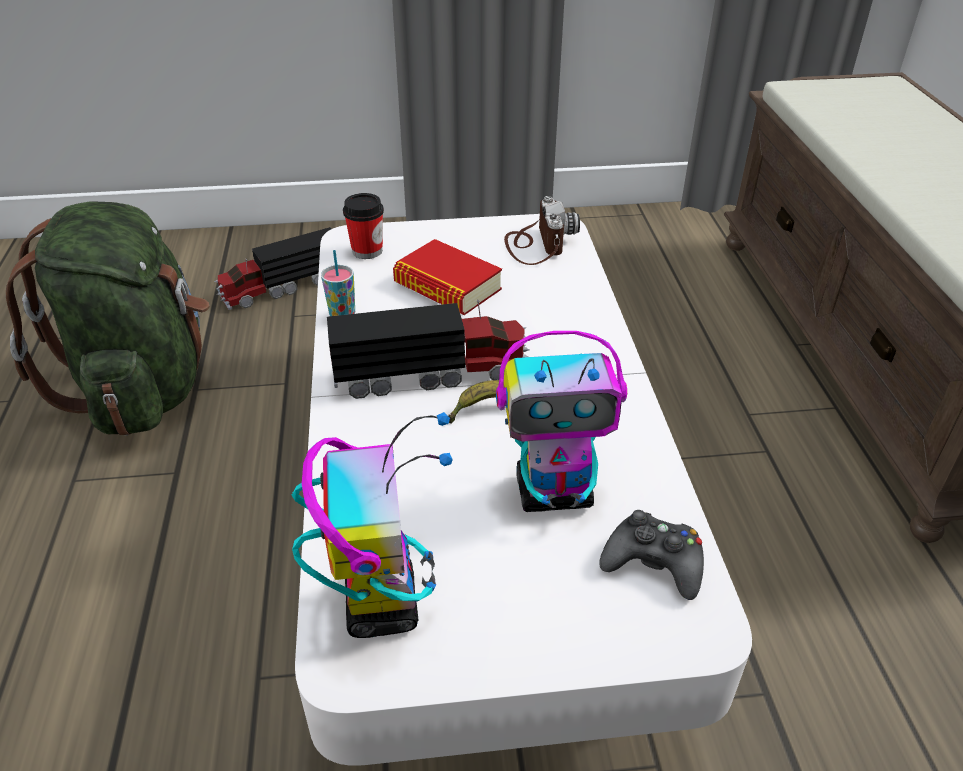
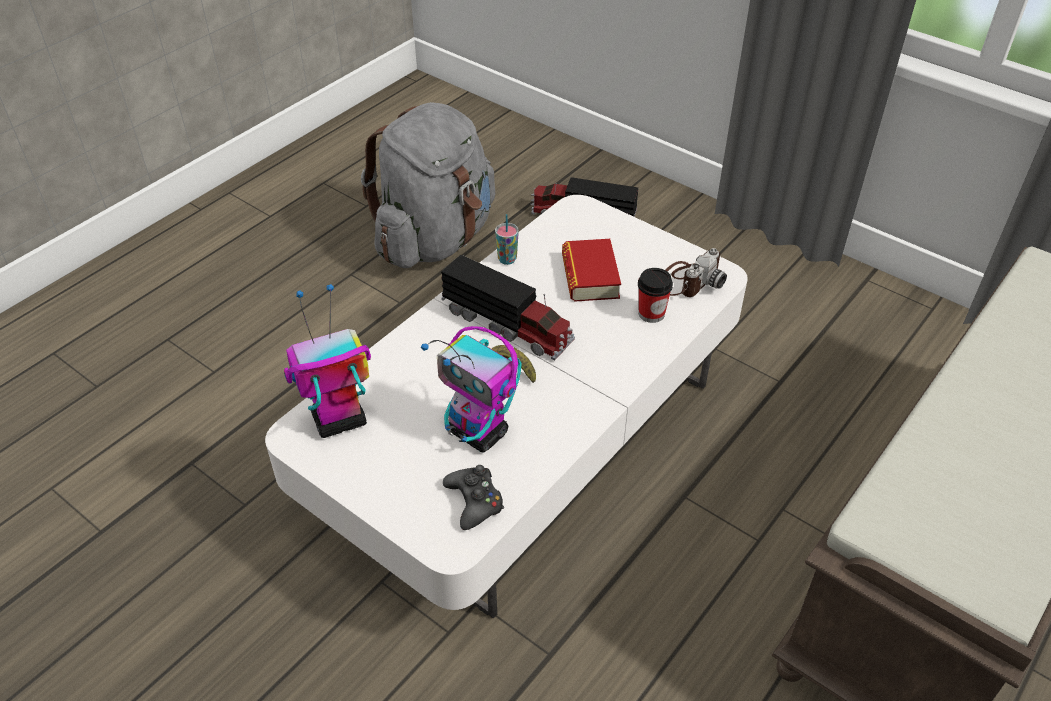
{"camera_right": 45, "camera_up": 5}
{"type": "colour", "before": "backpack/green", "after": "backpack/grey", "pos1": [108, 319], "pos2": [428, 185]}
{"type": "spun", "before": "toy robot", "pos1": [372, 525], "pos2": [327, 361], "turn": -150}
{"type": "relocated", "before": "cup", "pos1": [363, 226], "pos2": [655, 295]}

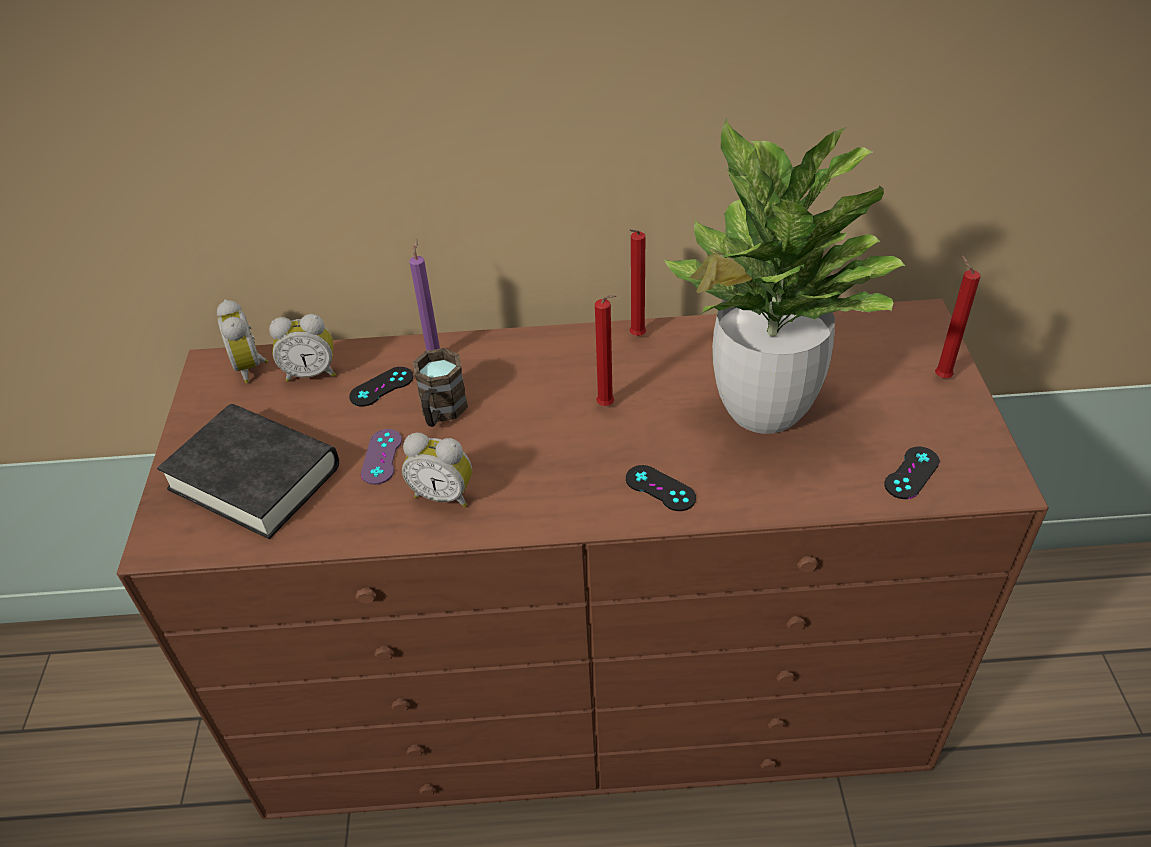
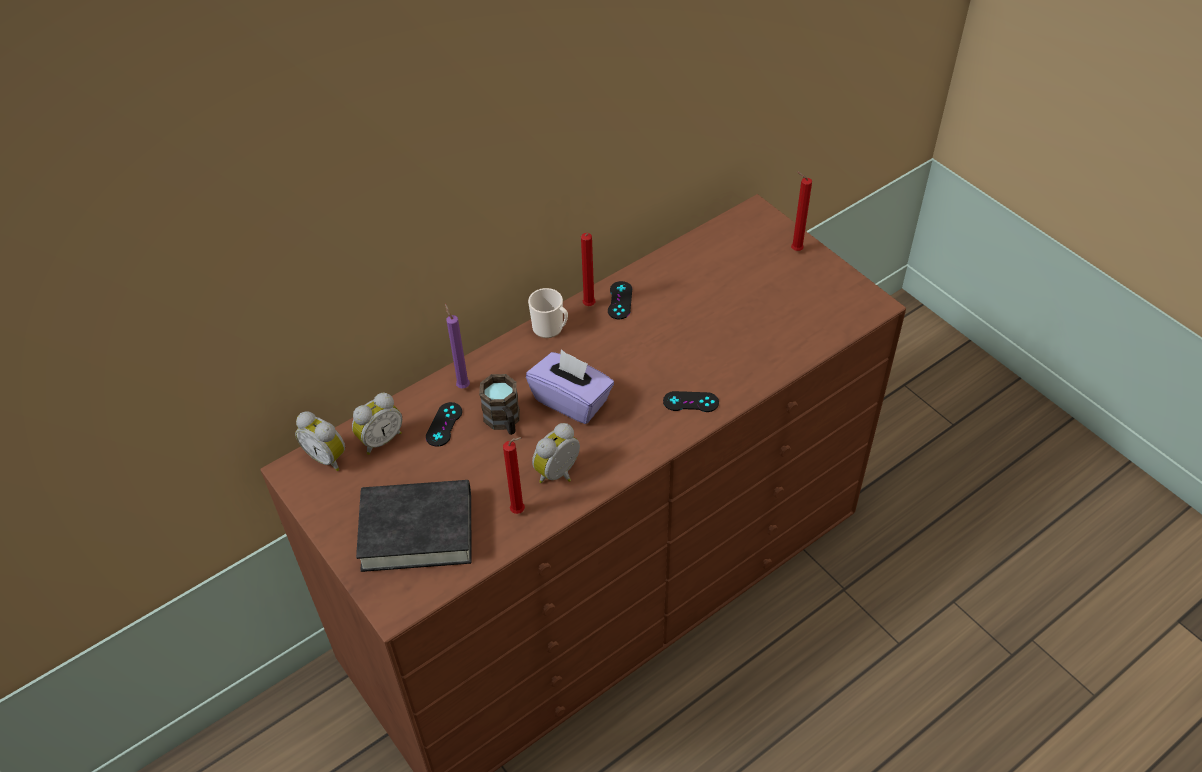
{"camera_right": -35, "camera_up": 5}
{"type": "missing", "before": "game controller/purple", "pos1": [381, 457]}
{"type": "spun", "before": "alarm clock", "pos1": [437, 469], "pos2": [556, 453], "turn": 150}
{"type": "relocated", "before": "candle/red", "pos1": [606, 350], "pos2": [514, 475]}
{"type": "missing", "before": "potted plant", "pos1": [784, 276]}
{"type": "relocated", "before": "game controller/black", "pos1": [912, 473], "pos2": [620, 300]}
{"type": "appeared", "after": "tissue box/purple", "pos2": [570, 386]}
{"type": "appeared", "after": "mug", "pos2": [548, 313]}

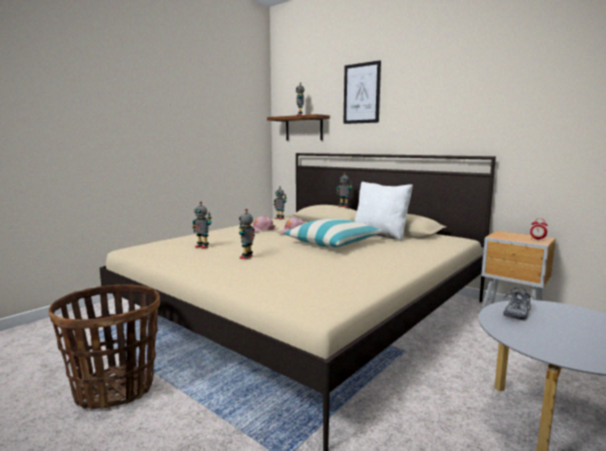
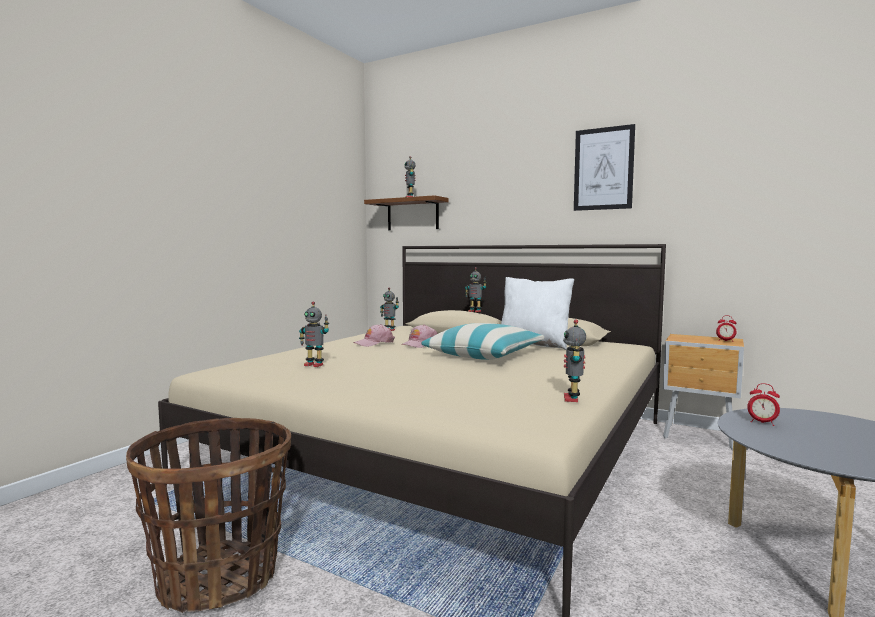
{"camera_right": -10, "camera_up": -5}
{"type": "relocated", "before": "toy robot", "pos1": [247, 234], "pos2": [574, 360]}
{"type": "relocated", "before": "picture", "pos1": [362, 92], "pos2": [604, 167]}
{"type": "exchanged", "before": "shoe", "after": "alarm clock", "pos1": [519, 303], "pos2": [763, 404]}

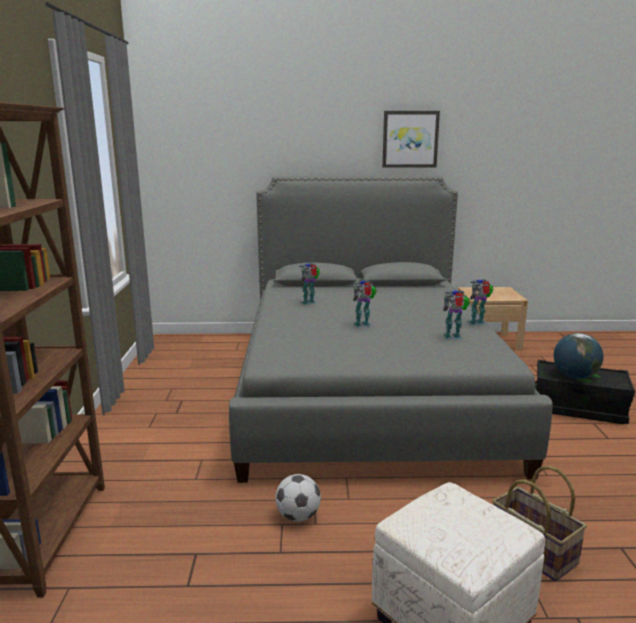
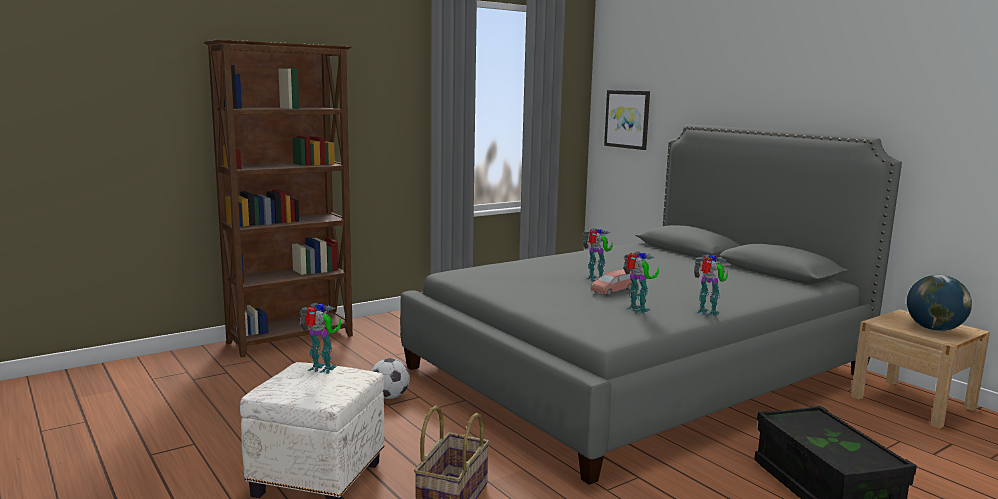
{"camera_right": 55, "camera_up": -5}
{"type": "relocated", "before": "toy robot", "pos1": [309, 284], "pos2": [320, 338]}
{"type": "relocated", "before": "picture", "pos1": [411, 139], "pos2": [627, 120]}
{"type": "relocated", "before": "globe", "pos1": [579, 356], "pos2": [939, 303]}
{"type": "appeared", "after": "toy car/pink", "pos2": [612, 283]}

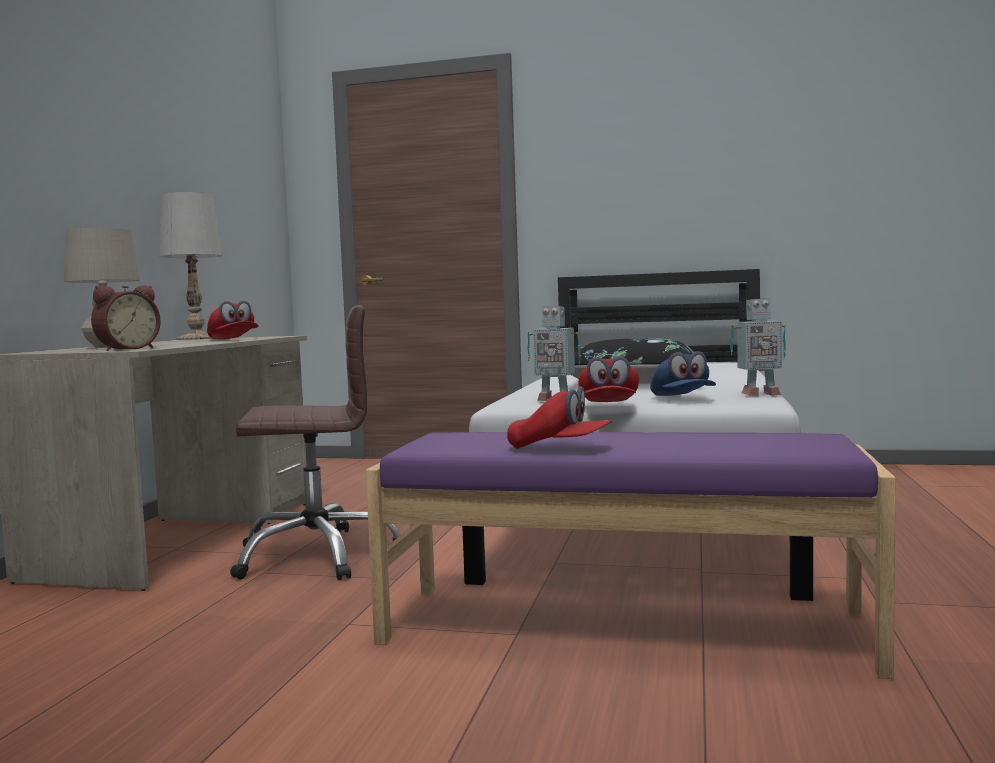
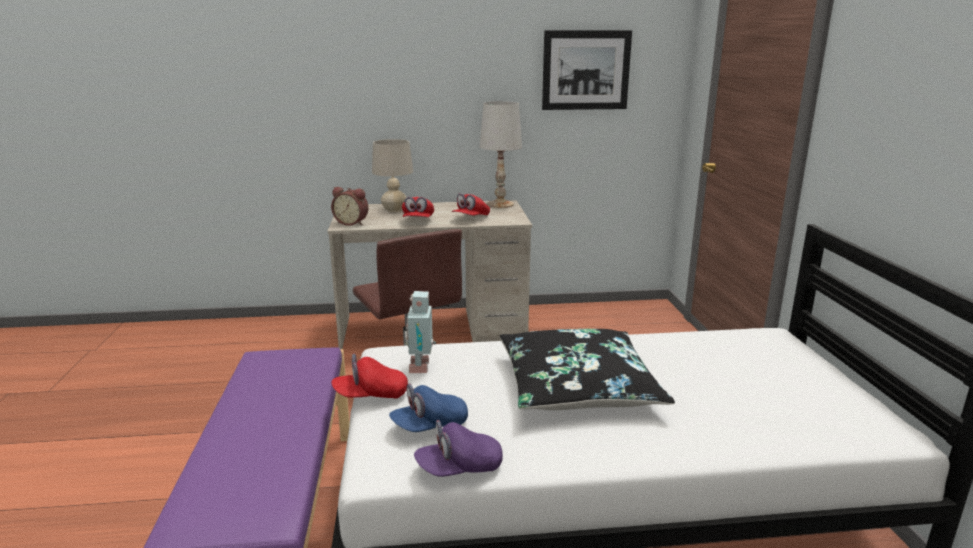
{"camera_right": 70, "camera_up": 15}
{"type": "relocated", "before": "cap/red", "pos1": [559, 417], "pos2": [418, 207]}
{"type": "exchanged", "before": "toy robot", "after": "cap/purple", "pos1": [758, 347], "pos2": [458, 448]}
{"type": "appeared", "after": "picture", "pos2": [587, 70]}

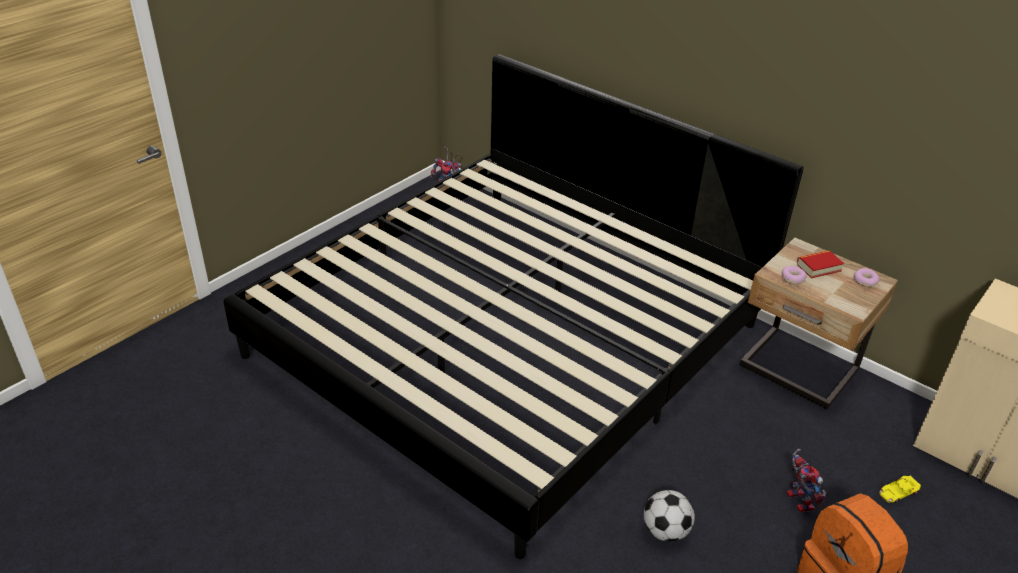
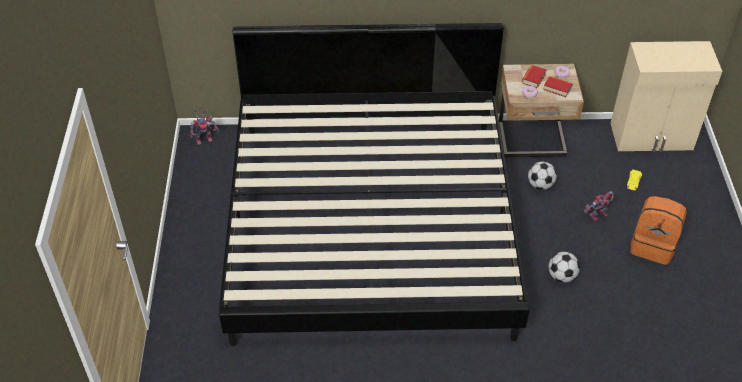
{"camera_right": -40, "camera_up": 10}
{"type": "spun", "before": "toy robot", "pos1": [806, 481], "pos2": [599, 206], "turn": -60}
{"type": "appeared", "after": "football", "pos2": [542, 176]}
{"type": "appeared", "after": "book", "pos2": [558, 86]}

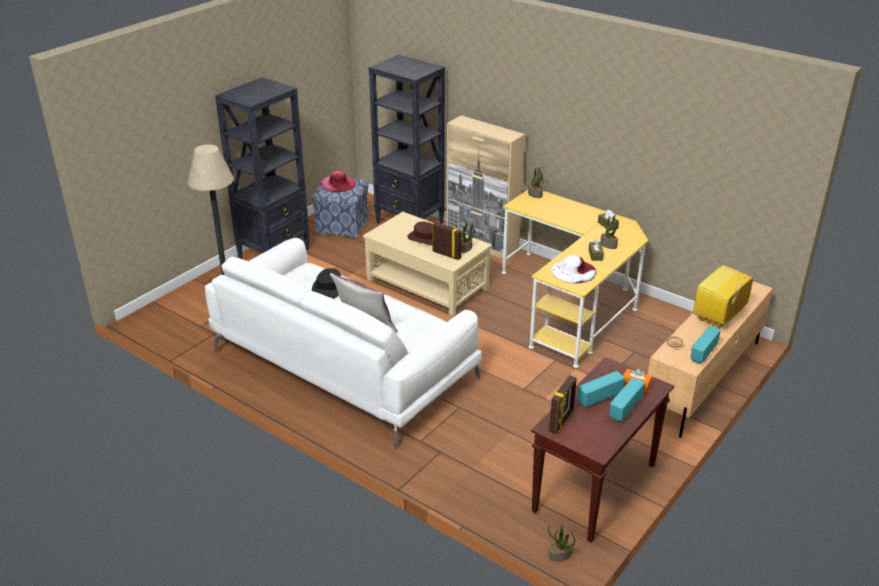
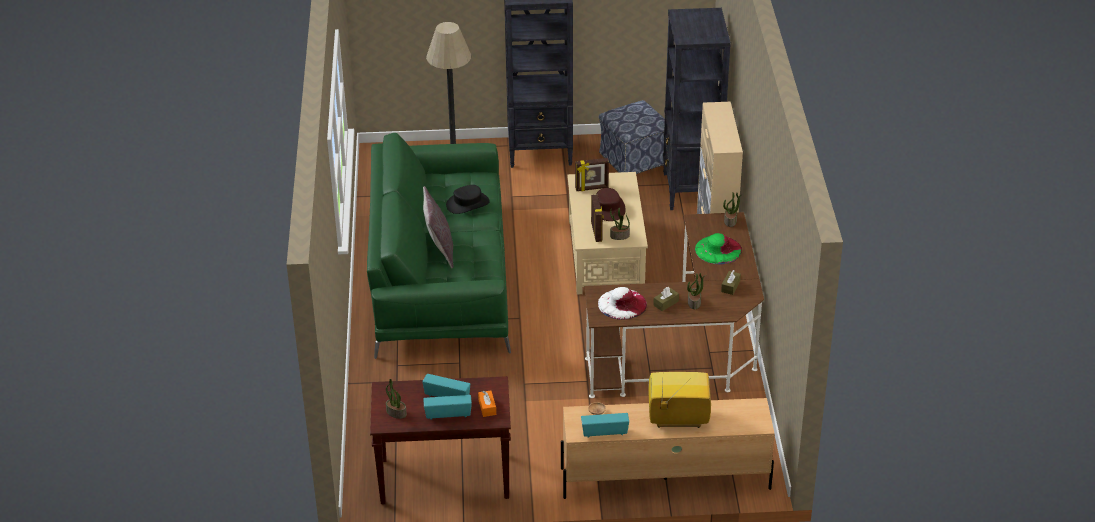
{"camera_right": 50, "camera_up": 5}
{"type": "colour", "before": "sofa/white", "after": "sofa/green", "pos1": [343, 343], "pos2": [439, 246]}
{"type": "missing", "before": "hat/pink", "pos1": [338, 181]}
{"type": "colour", "before": "desk/yellow", "after": "desk/brown", "pos1": [575, 279], "pos2": [674, 305]}
{"type": "relocated", "before": "potted plant", "pos1": [561, 543], "pos2": [396, 399]}
{"type": "relocated", "before": "picture frame", "pos1": [563, 404], "pos2": [592, 174]}
{"type": "appeared", "after": "hat/green", "pos2": [718, 249]}

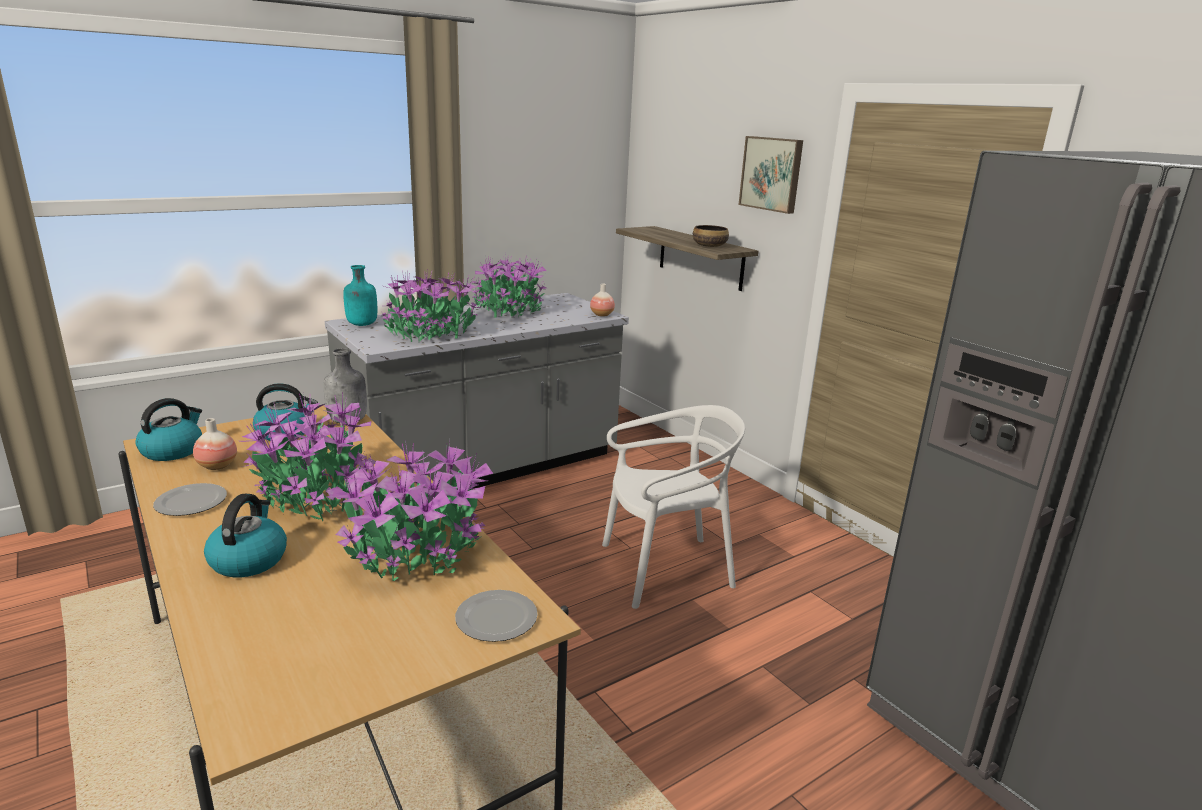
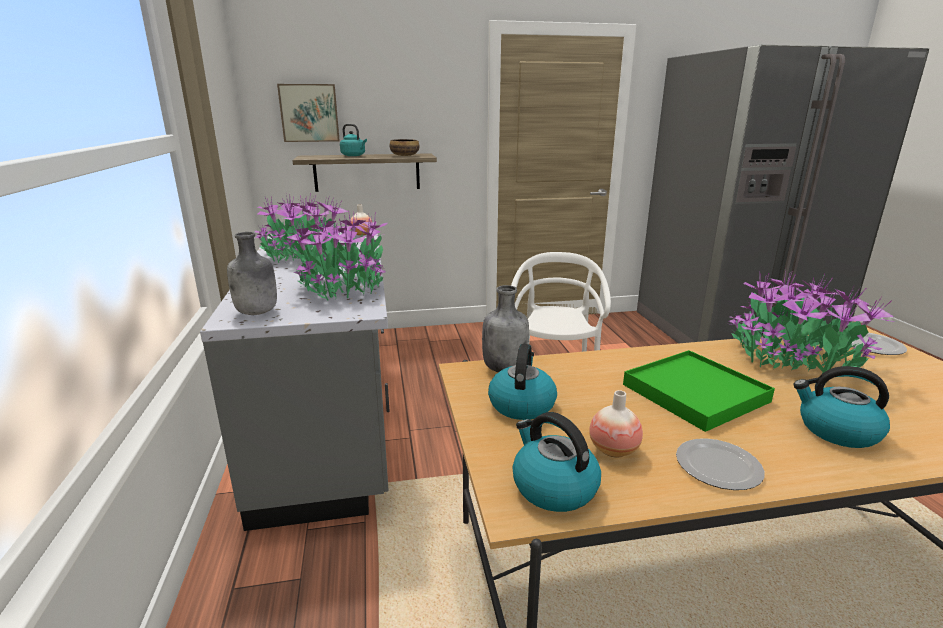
{"camera_right": -65, "camera_up": 0}
{"type": "exchanged", "before": "potted plant", "after": "tray/green", "pos1": [308, 456], "pos2": [699, 391]}
{"type": "colour", "before": "bottle/turquoise", "after": "bottle/grey", "pos1": [360, 295], "pos2": [252, 273]}
{"type": "relocated", "before": "picture", "pos1": [771, 175], "pos2": [308, 113]}
{"type": "appeared", "after": "kettle/turquoise", "pos2": [353, 140]}

